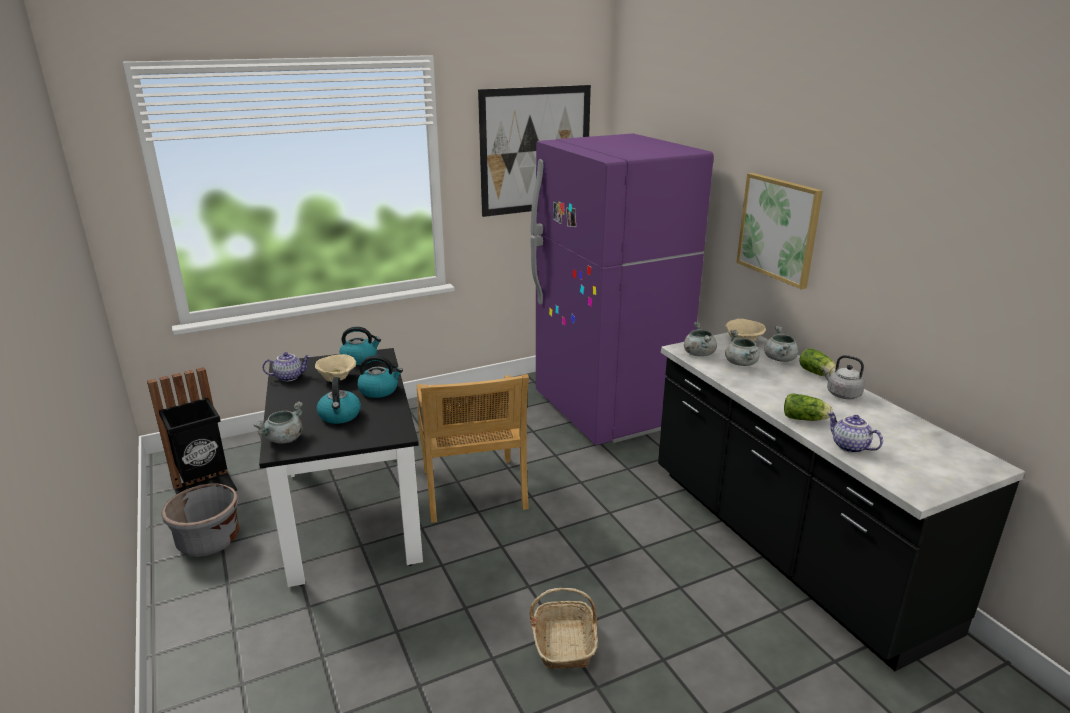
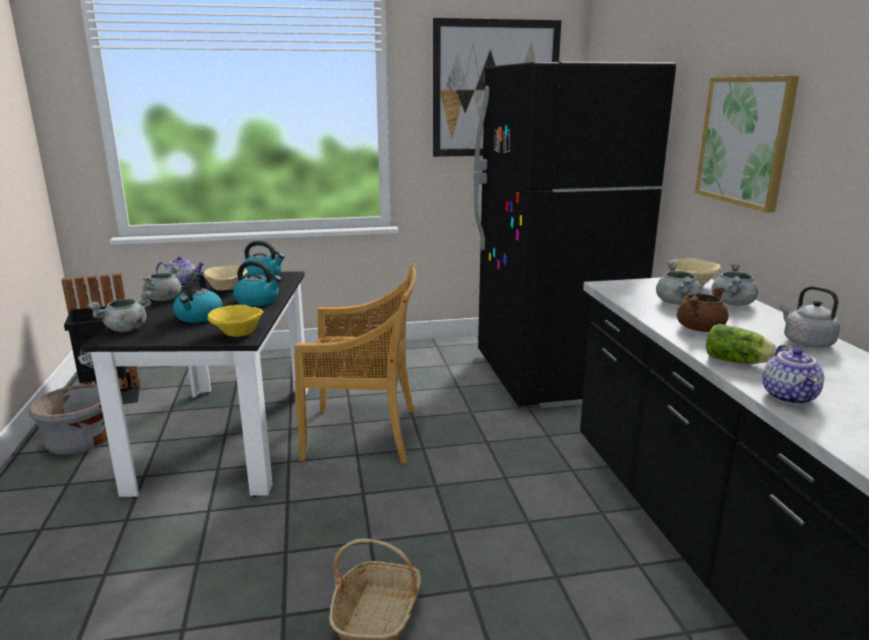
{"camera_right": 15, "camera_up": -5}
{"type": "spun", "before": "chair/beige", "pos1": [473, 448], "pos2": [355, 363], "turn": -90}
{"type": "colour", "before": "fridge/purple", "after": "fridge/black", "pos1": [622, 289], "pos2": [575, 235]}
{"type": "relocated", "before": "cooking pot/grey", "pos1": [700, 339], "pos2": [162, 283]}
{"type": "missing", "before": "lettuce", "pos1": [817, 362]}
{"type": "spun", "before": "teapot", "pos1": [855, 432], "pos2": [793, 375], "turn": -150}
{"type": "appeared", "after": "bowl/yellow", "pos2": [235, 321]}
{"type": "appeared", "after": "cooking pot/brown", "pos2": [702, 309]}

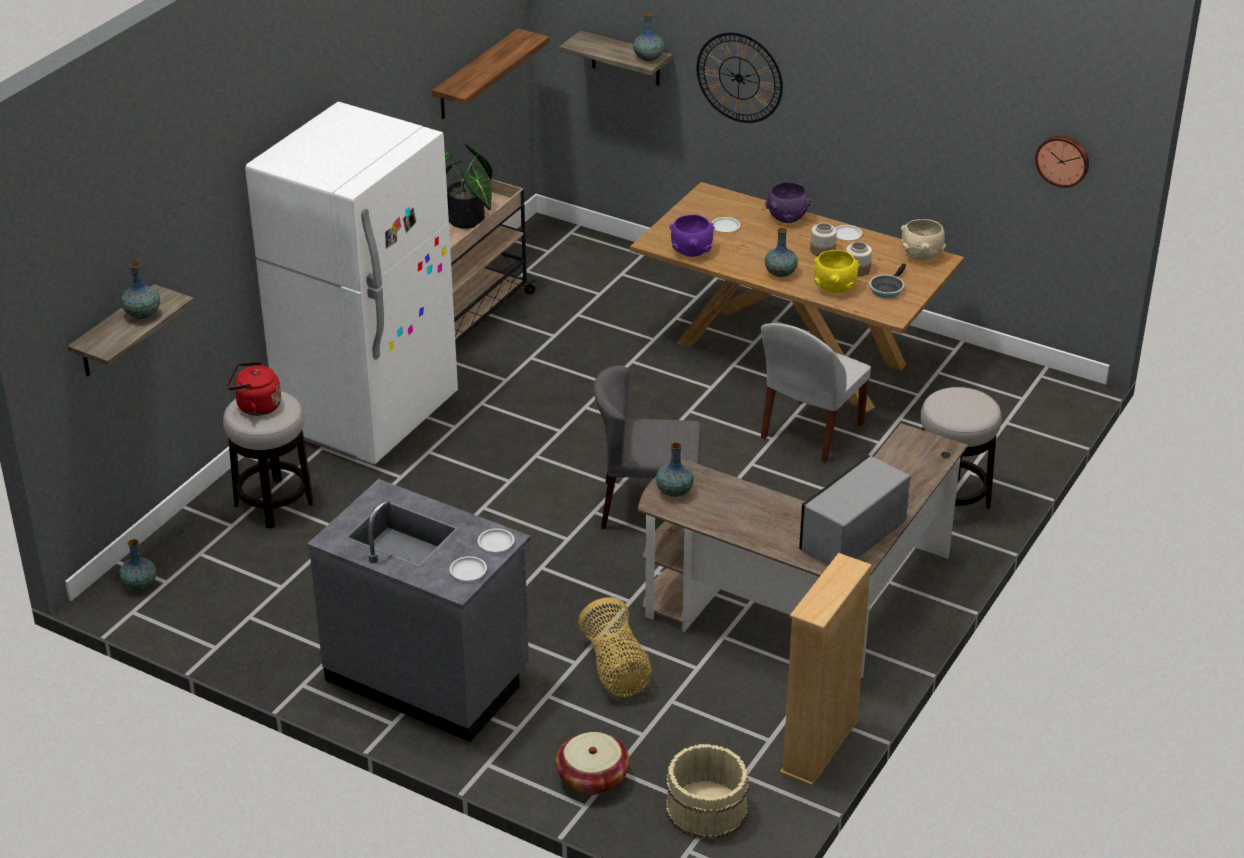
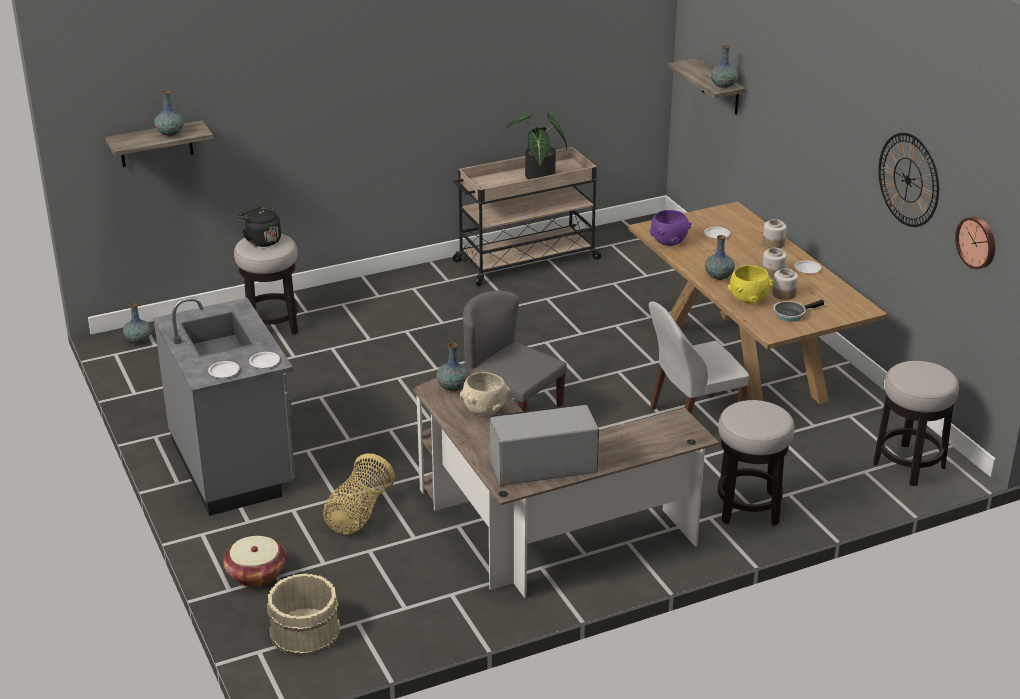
{"camera_right": 35, "camera_up": -5}
{"type": "colour", "before": "kettle/red", "after": "kettle/black", "pos1": [254, 388], "pos2": [259, 226]}
{"type": "missing", "before": "fridge/white", "pos1": [351, 283]}
{"type": "missing", "before": "shelf", "pos1": [491, 74]}
{"type": "relocated", "before": "wall clock", "pos1": [740, 78], "pos2": [908, 180]}
{"type": "exchanged", "before": "bowl/purple", "after": "jar", "pos1": [788, 202], "pos2": [774, 233]}
{"type": "missing", "before": "bookcase/beige", "pos1": [826, 669]}
{"type": "relocated", "before": "bowl/beige", "pos1": [923, 240], "pos2": [485, 394]}
{"type": "appeared", "after": "stool", "pos2": [916, 423]}

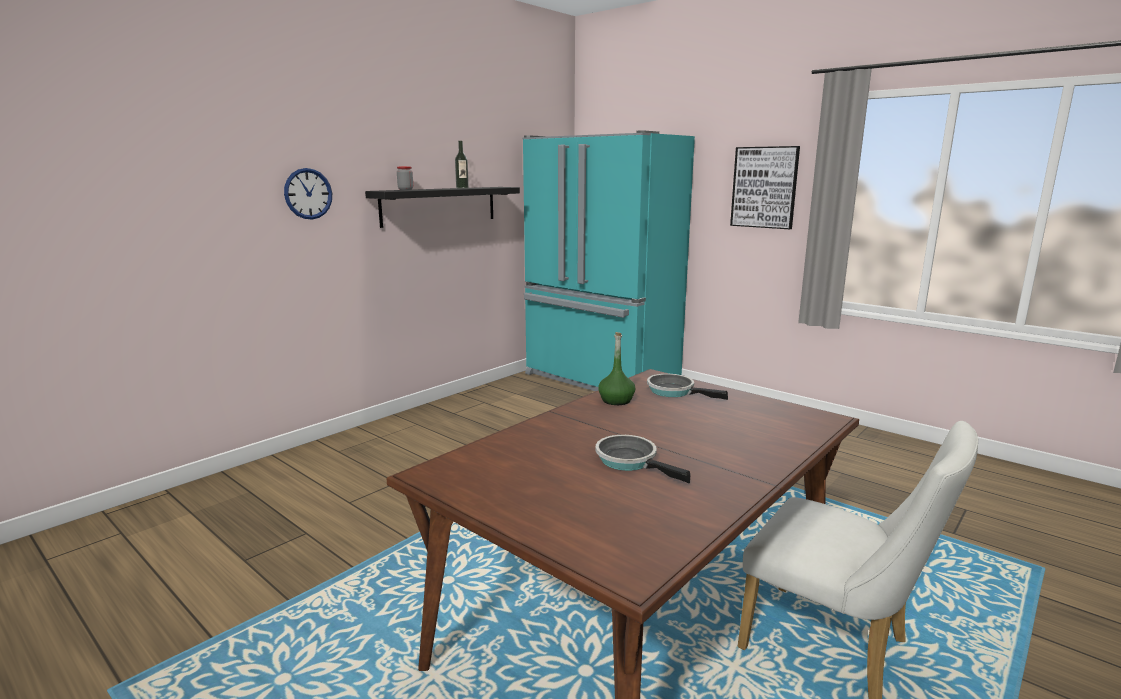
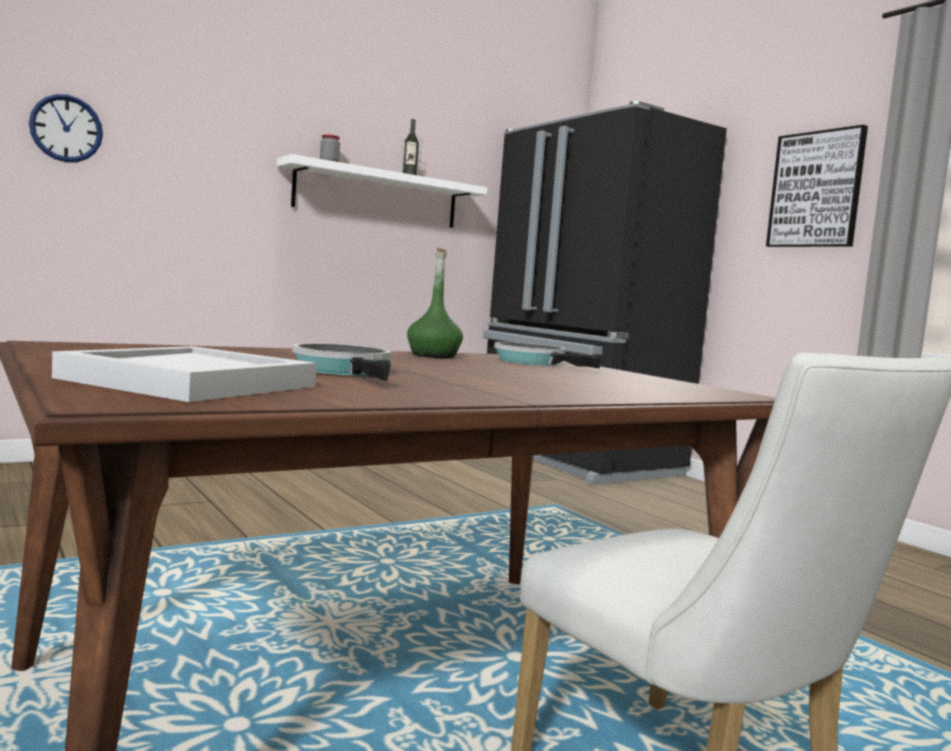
{"camera_right": 15, "camera_up": -10}
{"type": "relocated", "before": "wall clock", "pos1": [308, 194], "pos2": [66, 128]}
{"type": "colour", "before": "shelf/black", "after": "shelf/white", "pos1": [442, 207], "pos2": [382, 191]}
{"type": "colour", "before": "fridge/turquoise", "after": "fridge/black", "pos1": [608, 261], "pos2": [605, 292]}
{"type": "appeared", "after": "tray/white", "pos2": [184, 374]}

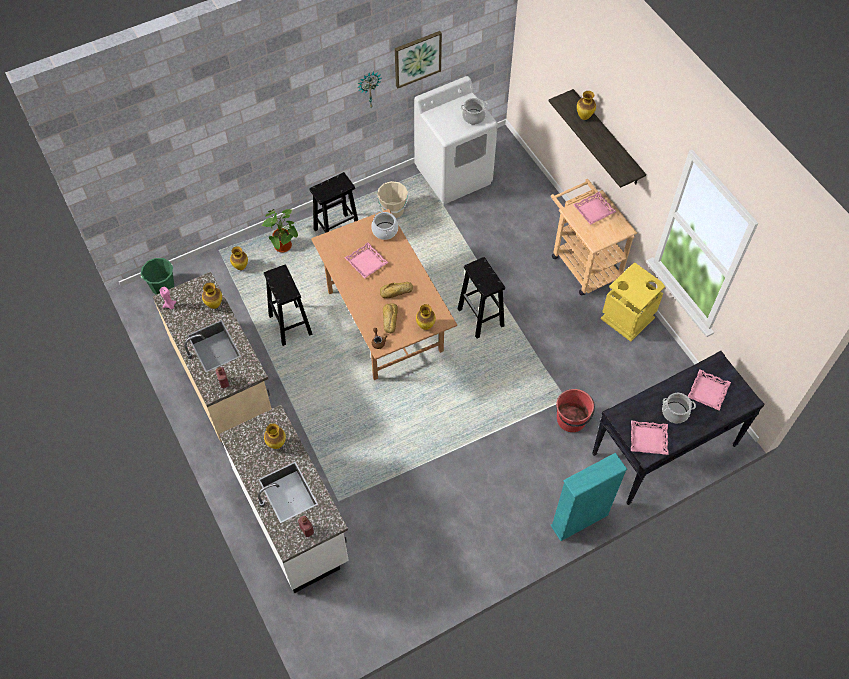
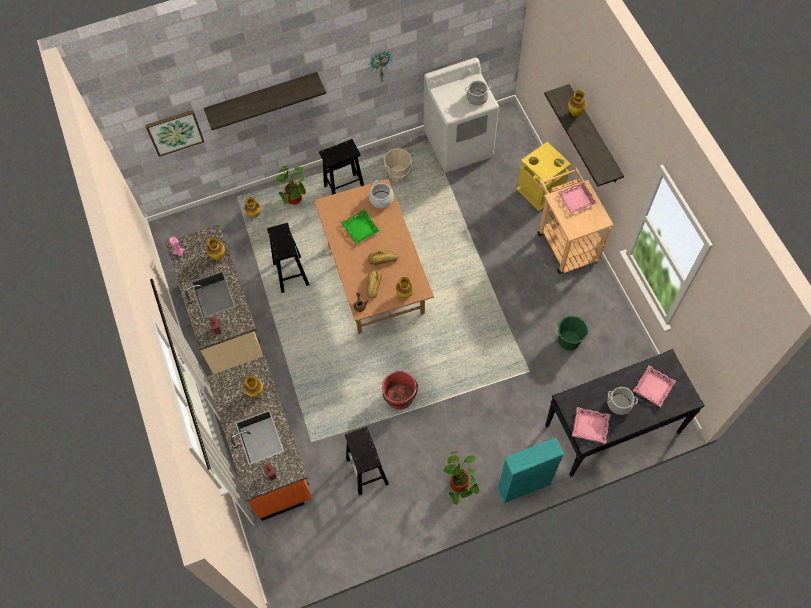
{"camera_right": 10, "camera_up": 5}
{"type": "relocated", "before": "bucket/green", "pos1": [157, 276], "pos2": [572, 332]}
{"type": "colour", "before": "counter/white", "after": "counter/orange", "pos1": [284, 499], "pos2": [259, 438]}
{"type": "colour", "before": "tray/pink", "after": "tray/green", "pos1": [367, 260], "pos2": [360, 226]}
{"type": "relocated", "before": "picture", "pos1": [418, 59], "pos2": [174, 133]}
{"type": "relocated", "before": "stool/black", "pos1": [481, 297], "pos2": [367, 461]}
{"type": "relocated", "before": "bucket/red", "pos1": [575, 410], "pos2": [400, 390]}
{"type": "relocated", "before": "trash can/yellow", "pos1": [633, 302], "pos2": [544, 176]}
{"type": "appeared", "after": "shelf", "pos2": [265, 101]}
{"type": "appeared", "after": "potted plant", "pos2": [460, 478]}

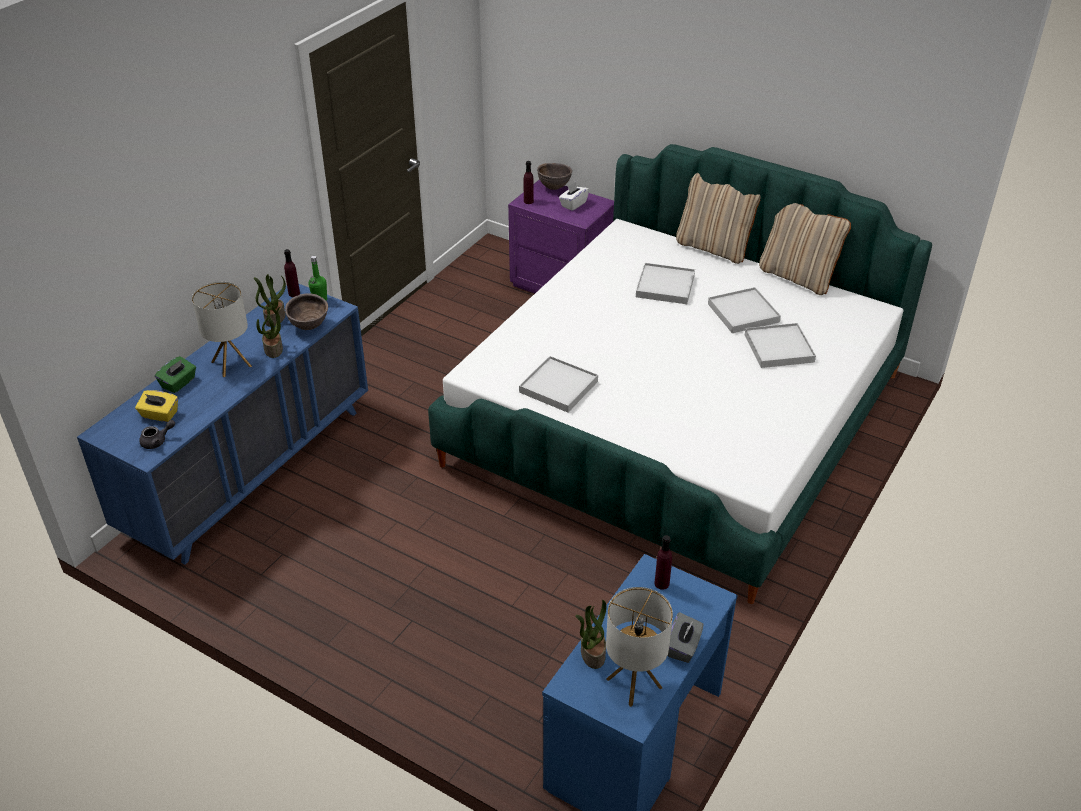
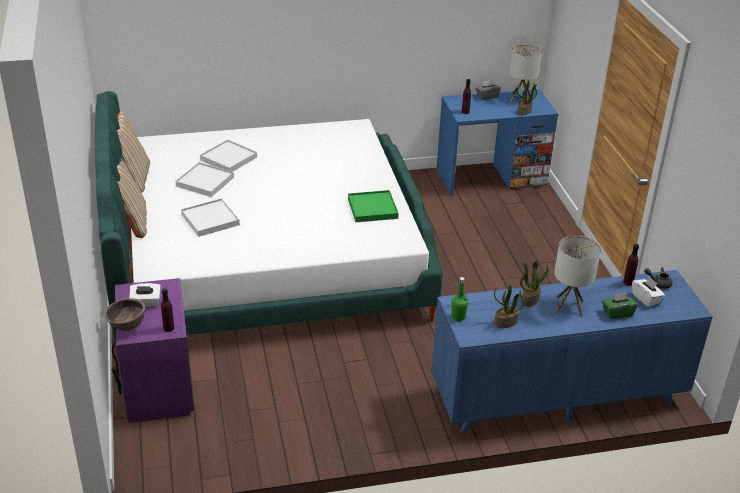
{"camera_right": -135, "camera_up": -5}
{"type": "colour", "before": "tissue box/yellow", "after": "tissue box/white", "pos1": [156, 406], "pos2": [648, 292]}
{"type": "relocated", "before": "bottle/purple", "pos1": [292, 273], "pos2": [631, 265]}
{"type": "missing", "before": "bowl/brown", "pos1": [306, 311]}
{"type": "colour", "before": "tray/white", "after": "tray/green", "pos1": [558, 384], "pos2": [373, 206]}

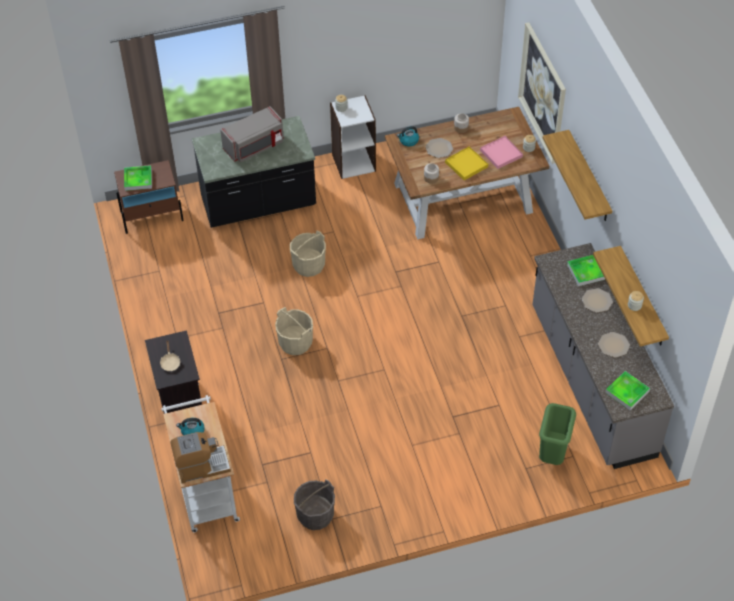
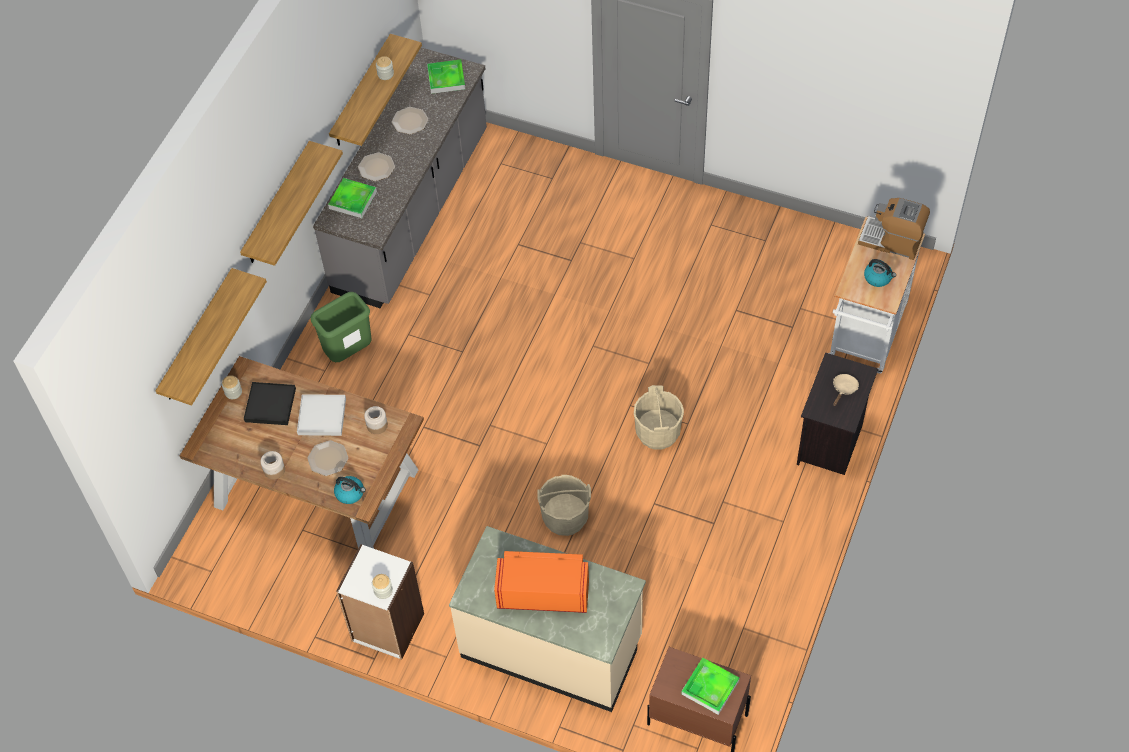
{"camera_right": -140, "camera_up": 5}
{"type": "colour", "before": "counter/black", "after": "counter/beige", "pos1": [254, 172], "pos2": [547, 619]}
{"type": "colour", "before": "microwave/grey", "after": "microwave/orange", "pos1": [252, 134], "pos2": [541, 582]}
{"type": "missing", "before": "bucket/grey", "pos1": [314, 505]}
{"type": "colour", "before": "tray/yellow", "after": "tray/white", "pos1": [466, 163], "pos2": [321, 415]}
{"type": "colour", "before": "tray/pink", "after": "tray/black", "pos1": [501, 152], "pos2": [270, 403]}
{"type": "exchanged", "before": "picture", "after": "shelf", "pos1": [542, 93], "pos2": [211, 337]}
{"type": "relocated", "before": "trash can/green", "pos1": [557, 434], "pos2": [340, 327]}

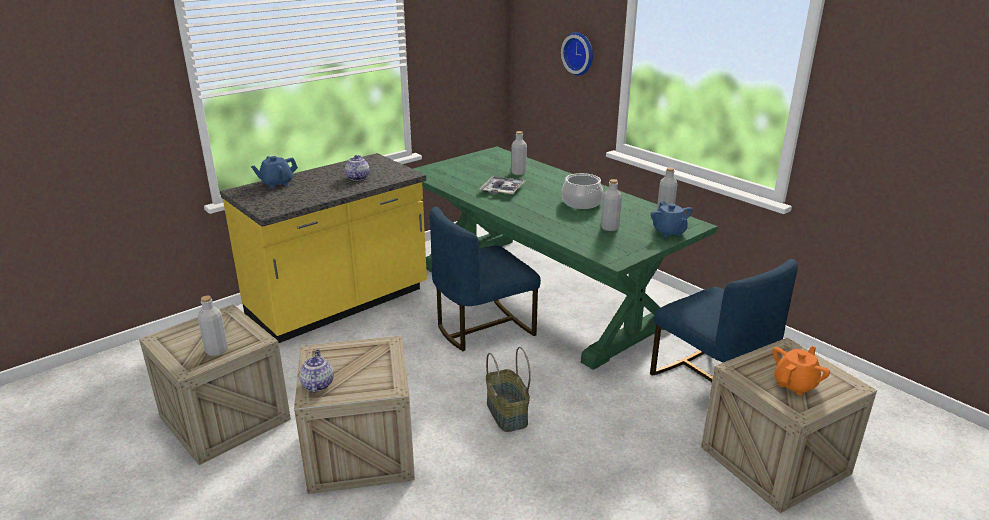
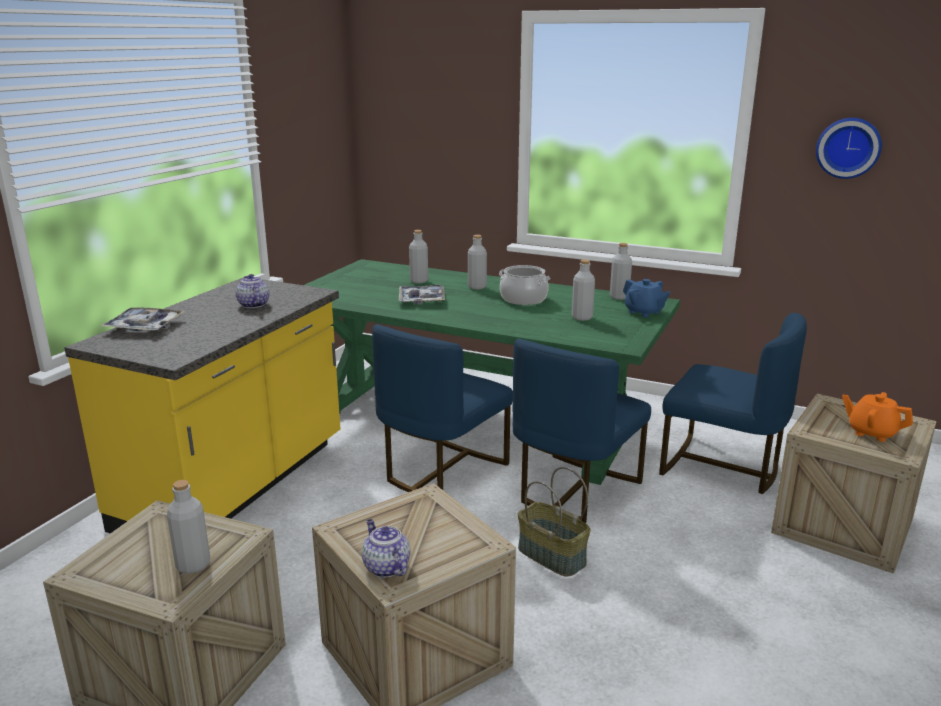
{"camera_right": -25, "camera_up": -5}
{"type": "exchanged", "before": "teapot/blue", "after": "tray", "pos1": [274, 172], "pos2": [143, 319]}
{"type": "relocated", "before": "wall clock", "pos1": [577, 54], "pos2": [849, 148]}
{"type": "spun", "before": "teapot/orange", "pos1": [801, 371], "pos2": [877, 417], "turn": -75}
{"type": "appeared", "after": "bottle/grey", "pos2": [477, 262]}
{"type": "appeared", "after": "chair/blue", "pos2": [582, 431]}

